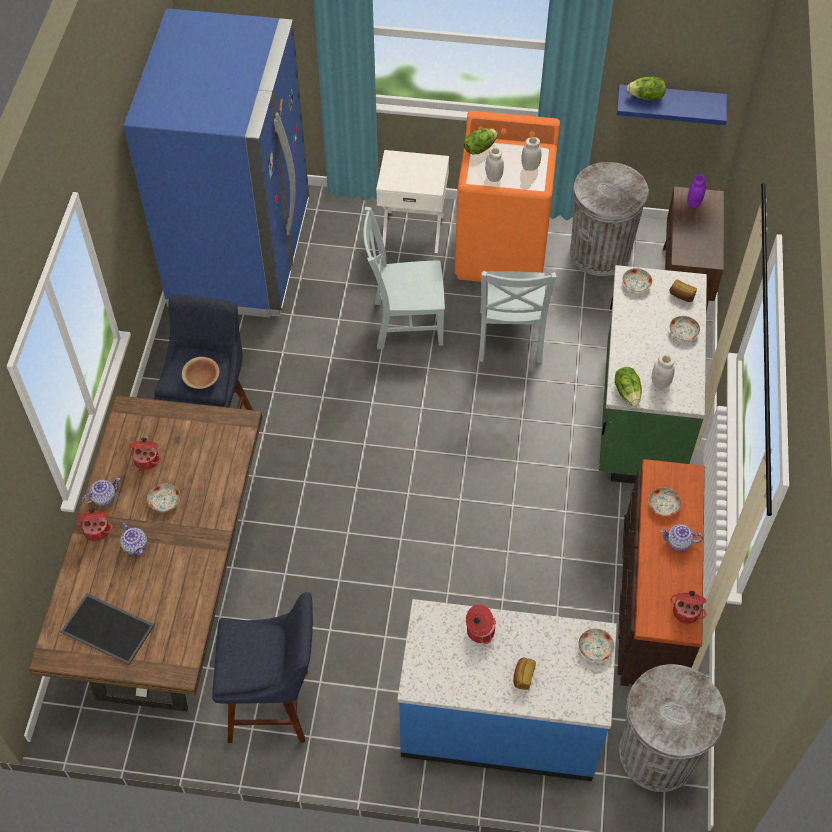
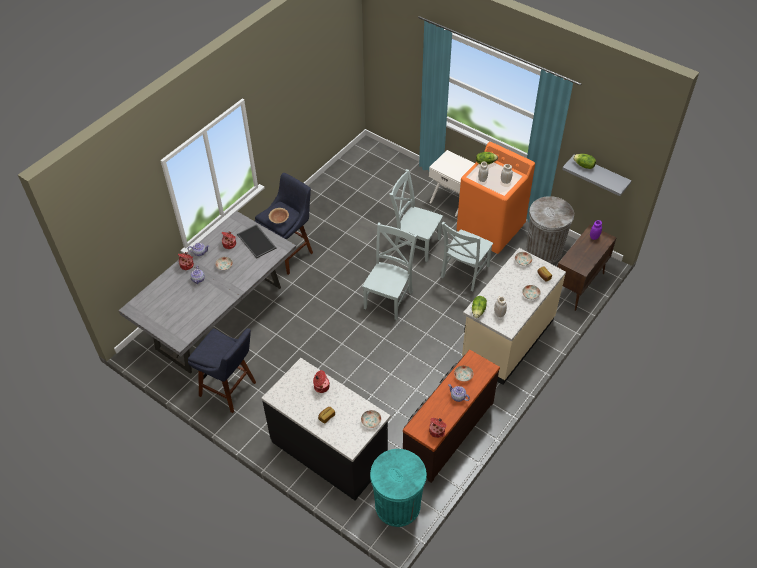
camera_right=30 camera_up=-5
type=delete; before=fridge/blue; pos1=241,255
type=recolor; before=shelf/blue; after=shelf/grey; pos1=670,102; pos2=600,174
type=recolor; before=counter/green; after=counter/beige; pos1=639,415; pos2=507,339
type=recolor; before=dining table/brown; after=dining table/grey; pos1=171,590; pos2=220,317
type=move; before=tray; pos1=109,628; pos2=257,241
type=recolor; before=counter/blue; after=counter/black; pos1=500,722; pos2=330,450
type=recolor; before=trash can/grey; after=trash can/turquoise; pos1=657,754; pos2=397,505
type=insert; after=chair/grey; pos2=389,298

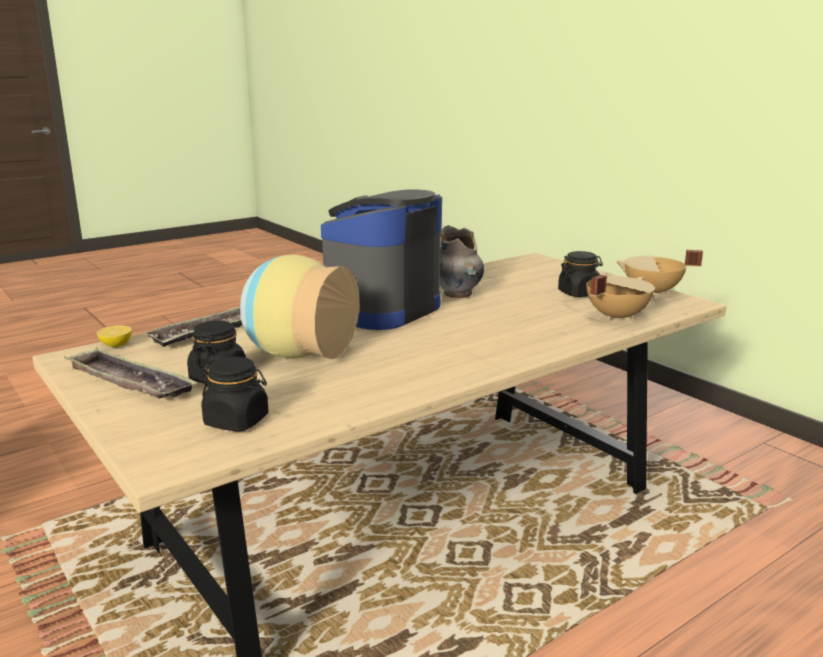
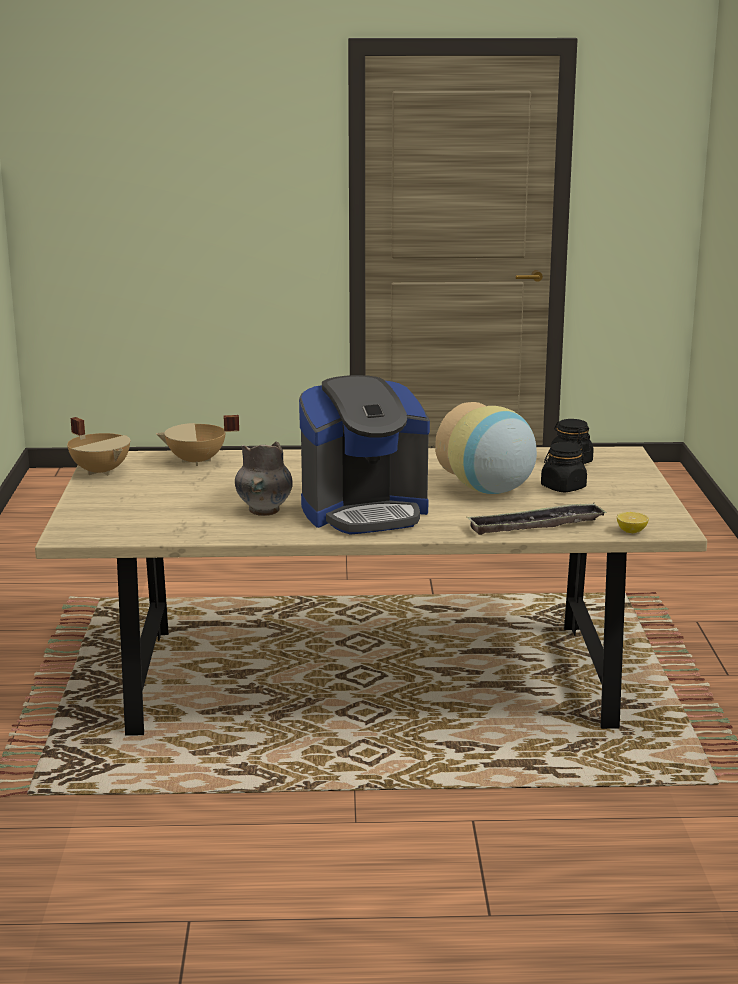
camera_right=-145 camera_up=0
type=delete; before=jar/black; pos1=579,293
type=delete; before=tray; pos1=130,382

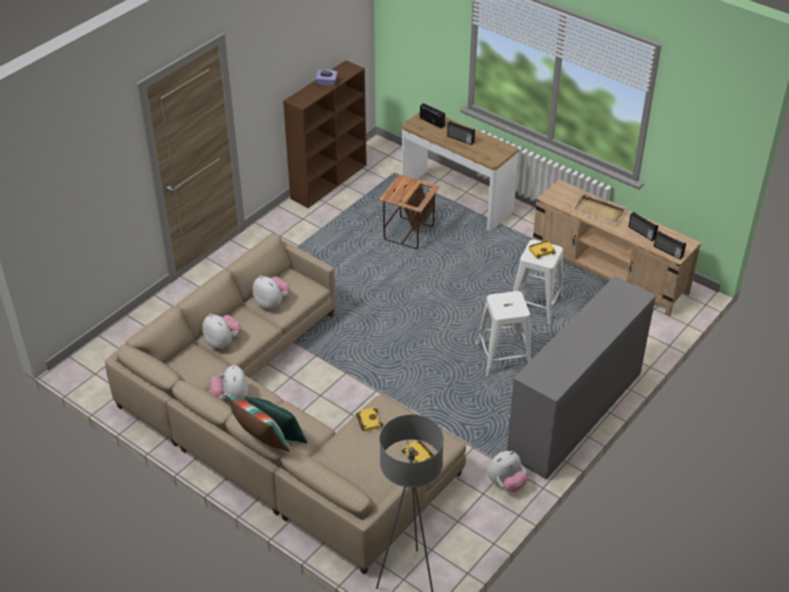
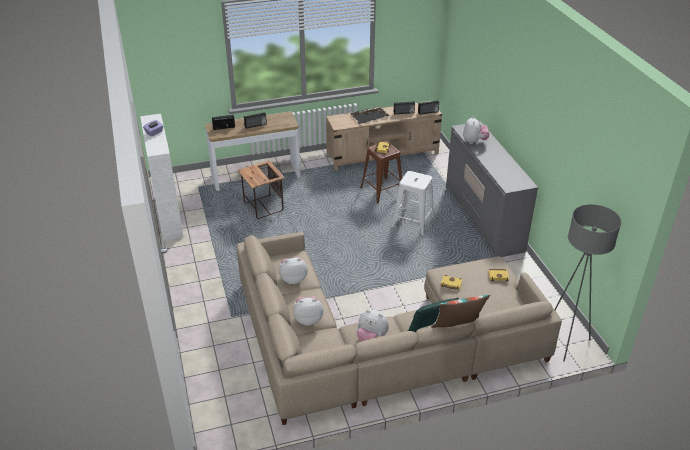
camera_right=-55 camera_up=-5
type=recolor; before=bookcase/brown; after=bookcase/white; pos1=329,181; pos2=168,216
type=recolor; before=tray/beige; after=tray/black; pos1=599,211; pos2=370,116
type=recolor; before=stool/white; after=stool/brown; pos1=535,304; pos2=382,190
type=move; before=plush toy; pos1=506,483; pos2=474,141

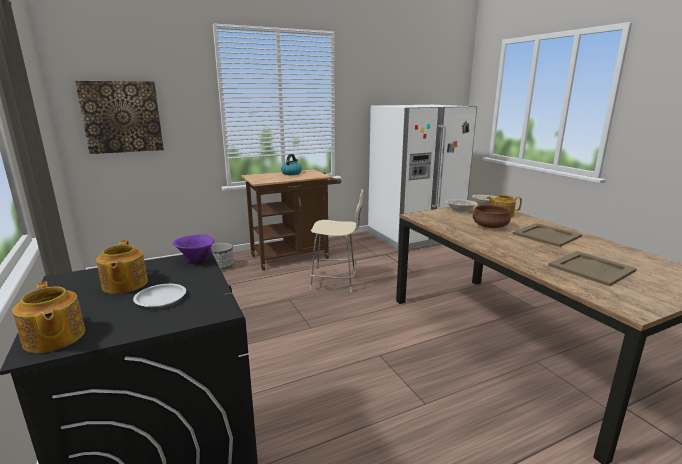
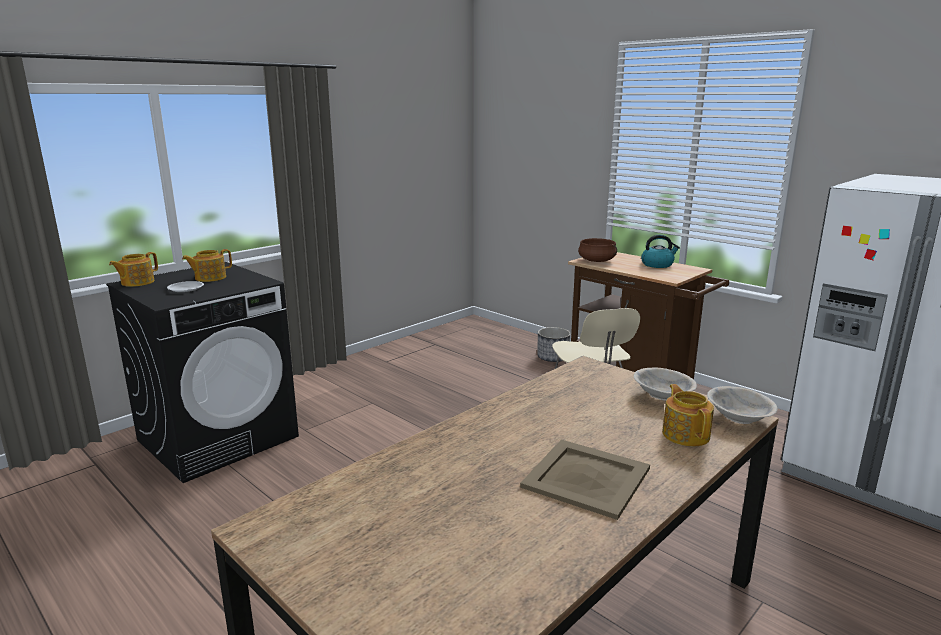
camera_right=70 camera_up=0
type=delete; before=picture; pos1=122,117
type=move; before=cooking pot/brown; pos1=490,226; pos2=597,261
type=delete; before=bowl/purple; pos1=195,260
type=delete; before=tray/beige; pos1=591,268

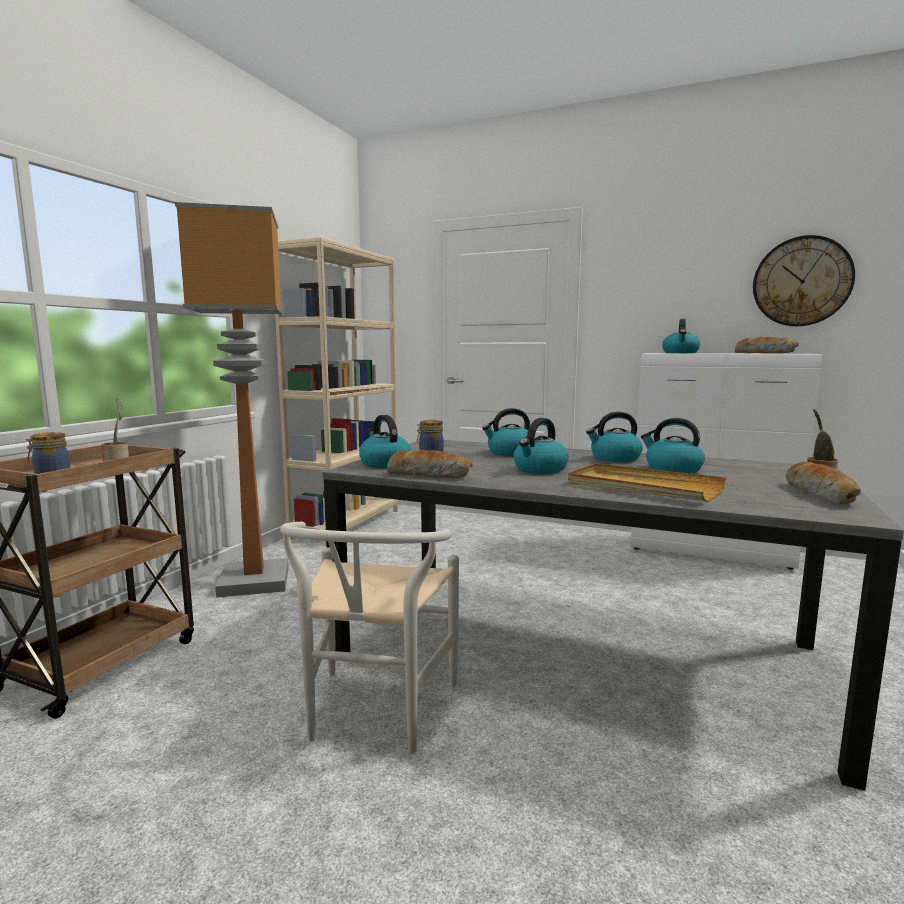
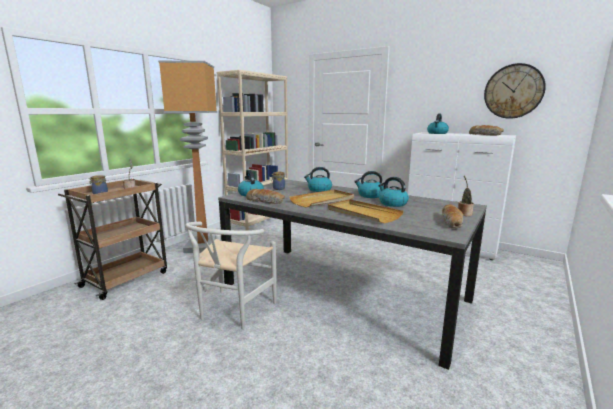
camera_right=10 camera_up=5
type=replace; before=kettle; after=tray/beige; pos1=540,469; pos2=323,200

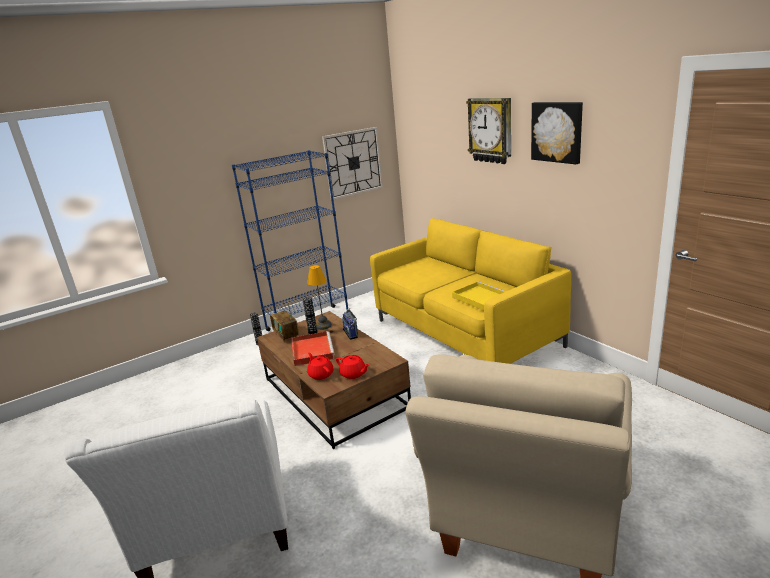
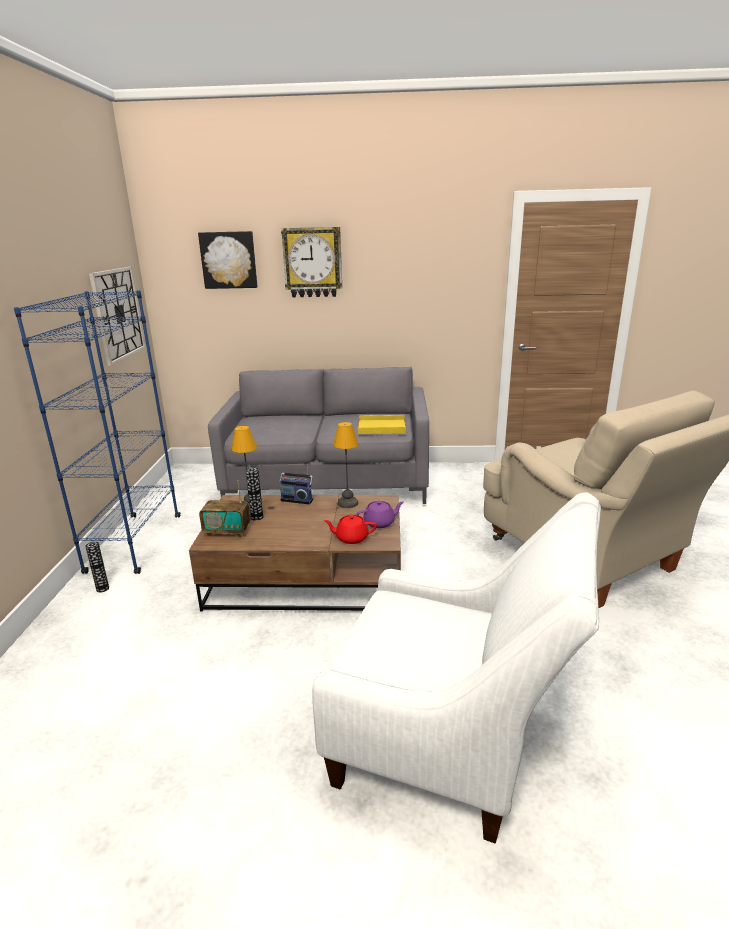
camera_right=-55 camera_up=0
type=move; before=picture; pos1=557,132; pos2=229,260
type=recolor; before=sofa/yellow; after=sofa/grey; pos1=464,334; pos2=328,484
type=delete; before=tray/red; pos1=312,350
type=recolor; before=teapot/red; after=teapot/purple; pos1=353,374; pos2=380,523
type=insert; after=table lamp; pos2=348,503

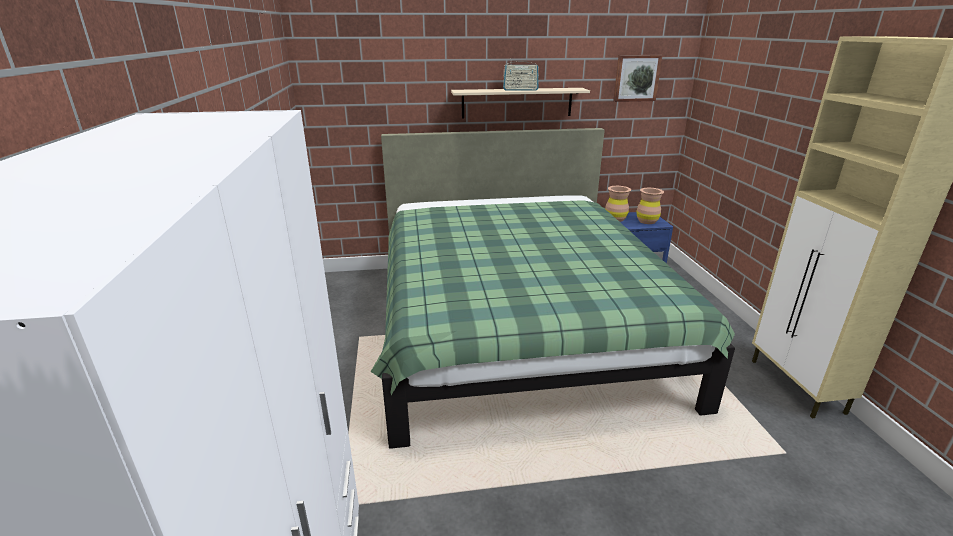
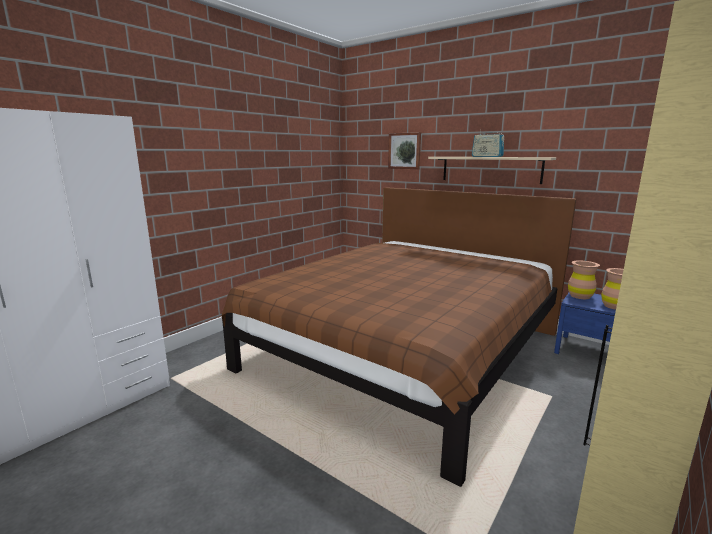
camera_right=45 camera_up=-10
type=move; before=picture; pos1=636,78; pos2=404,151
type=recolor; before=bed/green; after=bed/brown; pos1=517,326; pos2=404,350

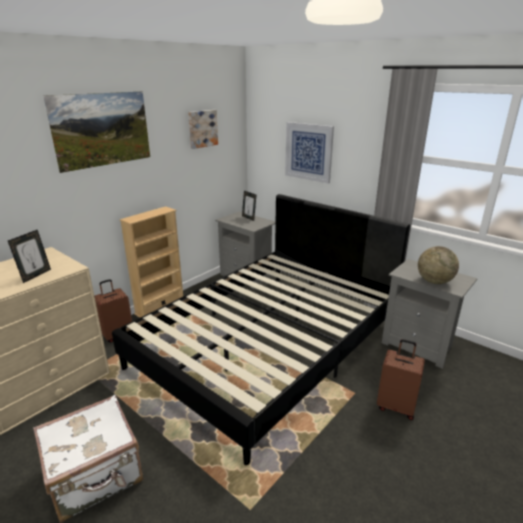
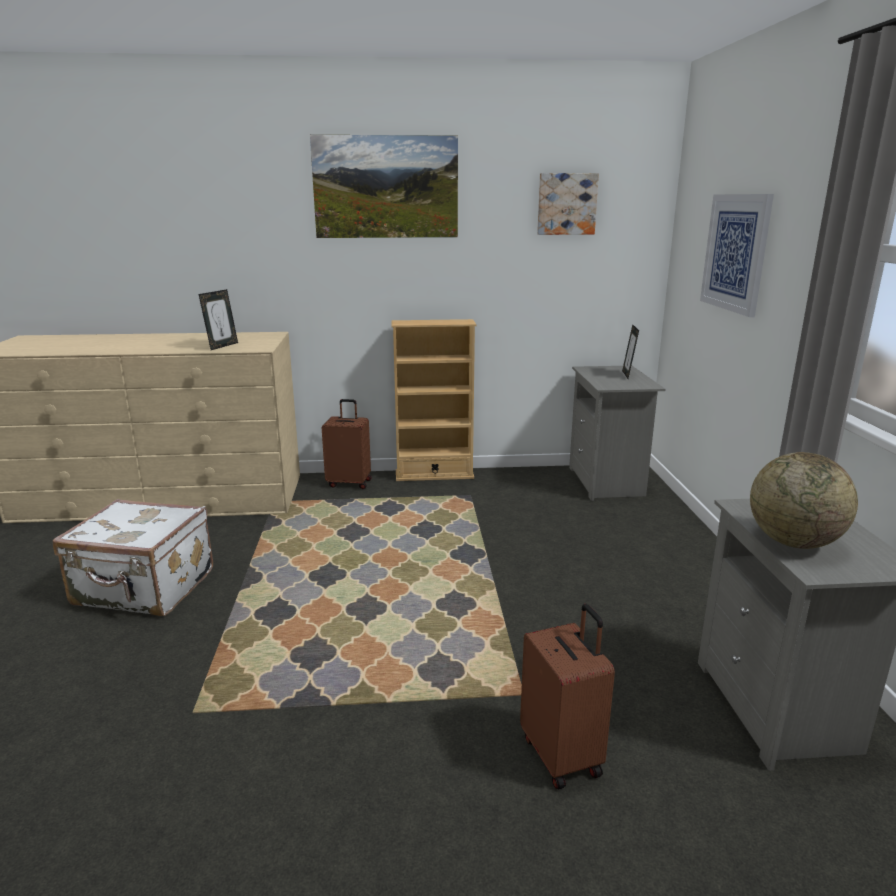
camera_right=45 camera_up=-5
type=delete; before=bed/black; pos1=268,344
type=rotate; before=picture frame; pos1=35,275; pos2=222,346; turn=-45

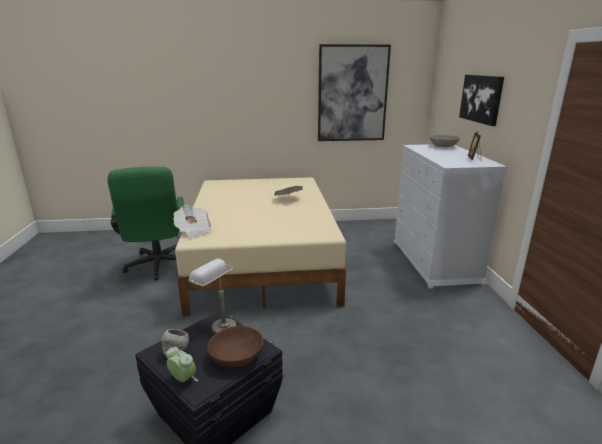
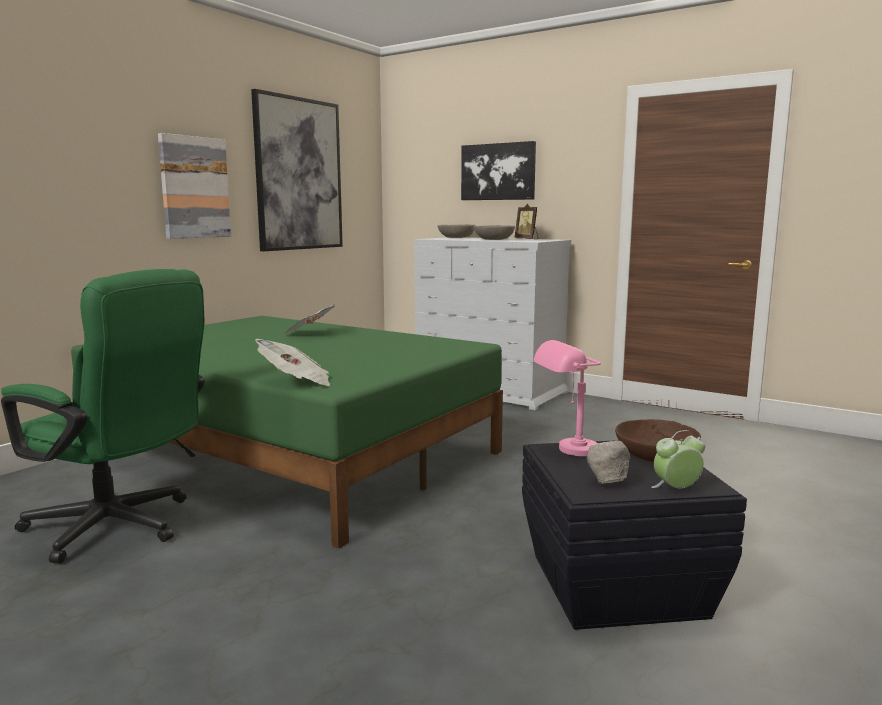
camera_right=-50 camera_up=-10
type=recolor; before=bed/beige; after=bed/green; pos1=263,259; pos2=292,452
type=recolor; before=table lamp/grey; after=table lamp/pink; pos1=217,325; pos2=566,451
type=insert; after=picture; pos2=194,187
type=insert; after=bowl/grey; pos2=493,239

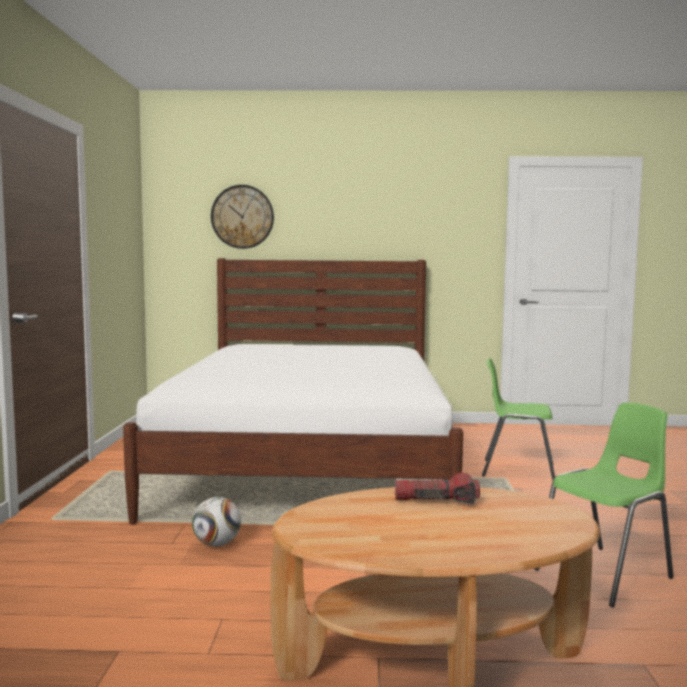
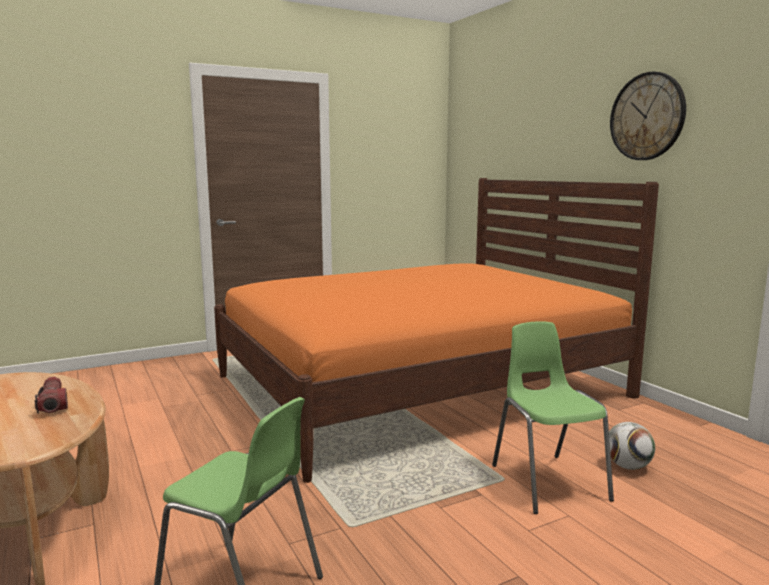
camera_right=60 camera_up=5
type=move; before=wall clock; pos1=242,217; pos2=647,116
type=recolor; before=bed/white; after=bed/orange; pos1=310,461; pos2=418,386
type=move; before=football; pos1=217,544; pos2=628,466

